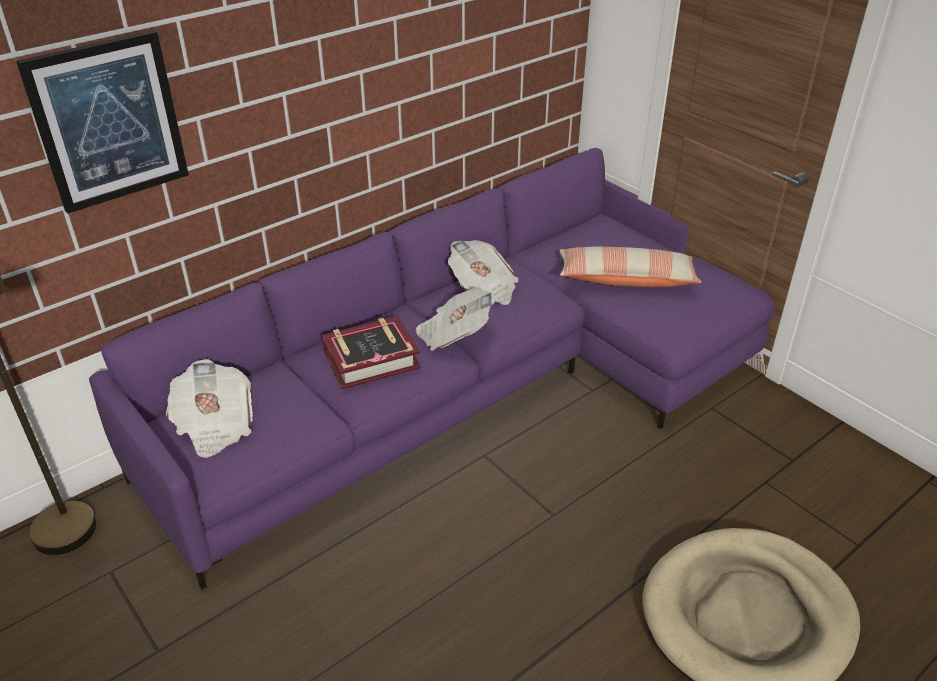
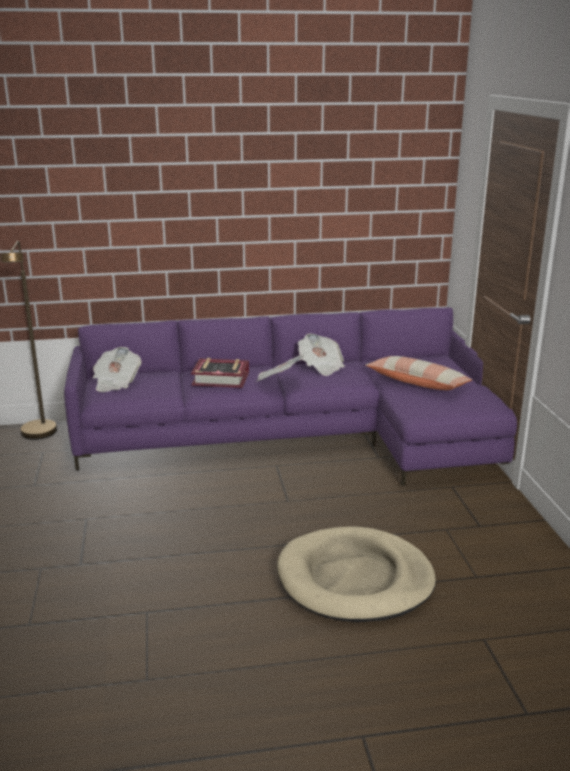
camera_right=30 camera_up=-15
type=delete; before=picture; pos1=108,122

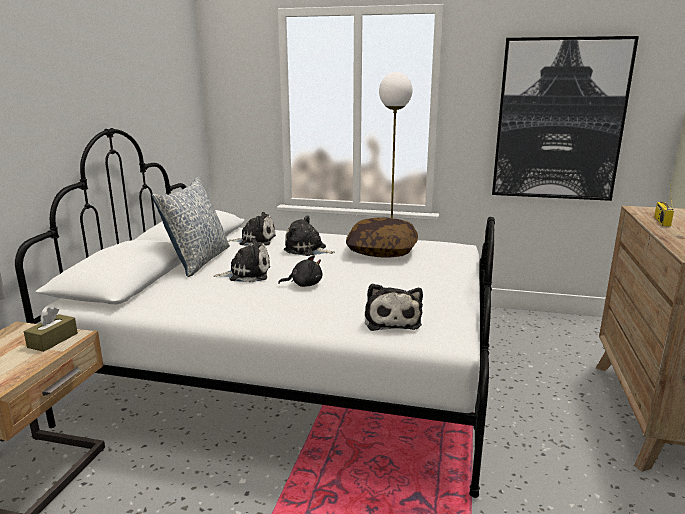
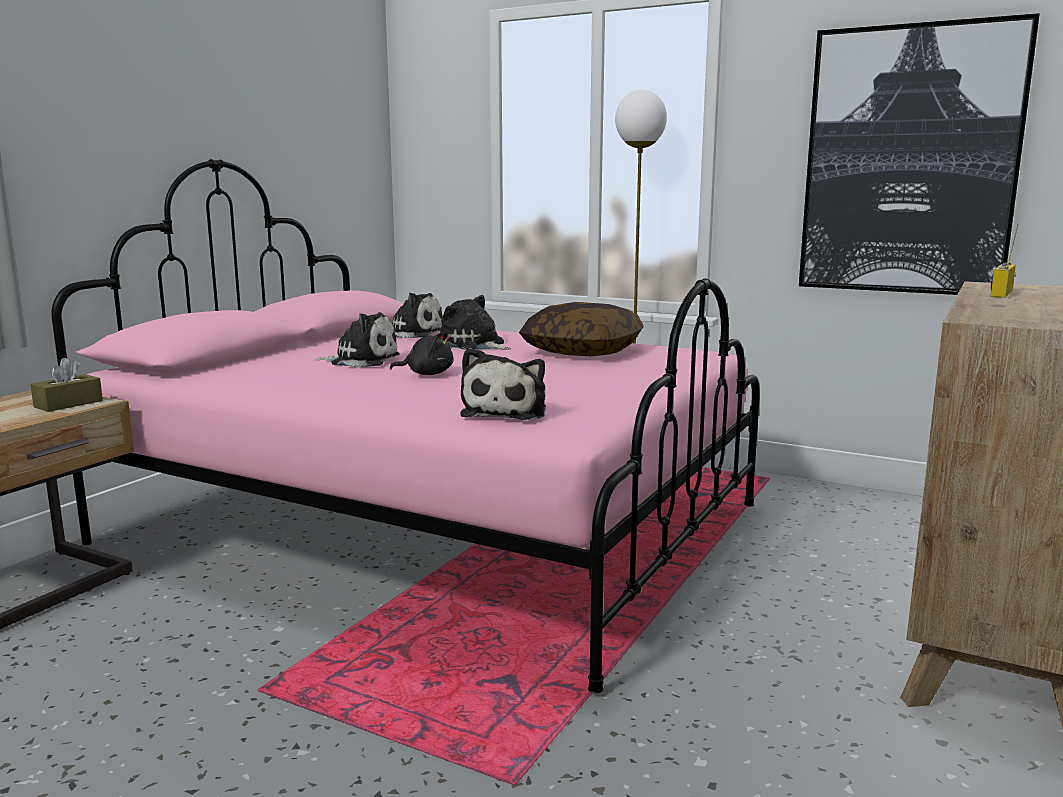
camera_right=15 camera_up=-5
type=recolor; before=bed/white; after=bed/pink; pos1=296,372; pos2=435,524
type=delete; before=pillow; pos1=198,261

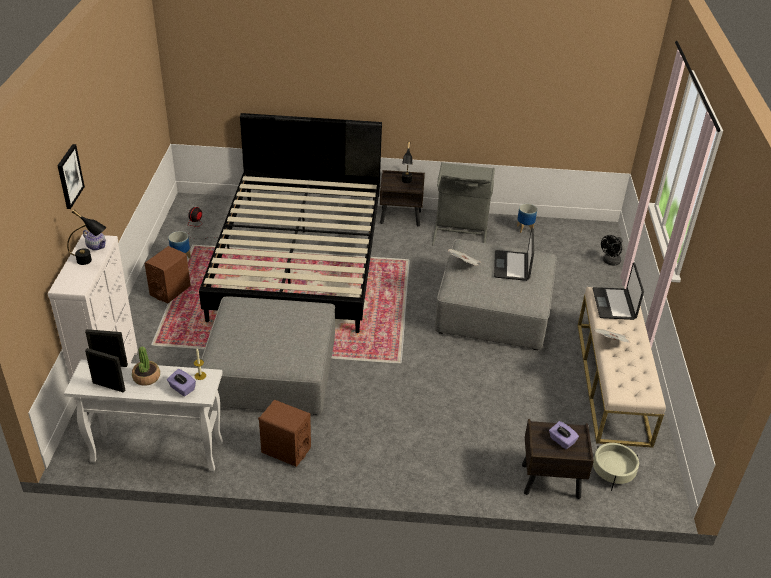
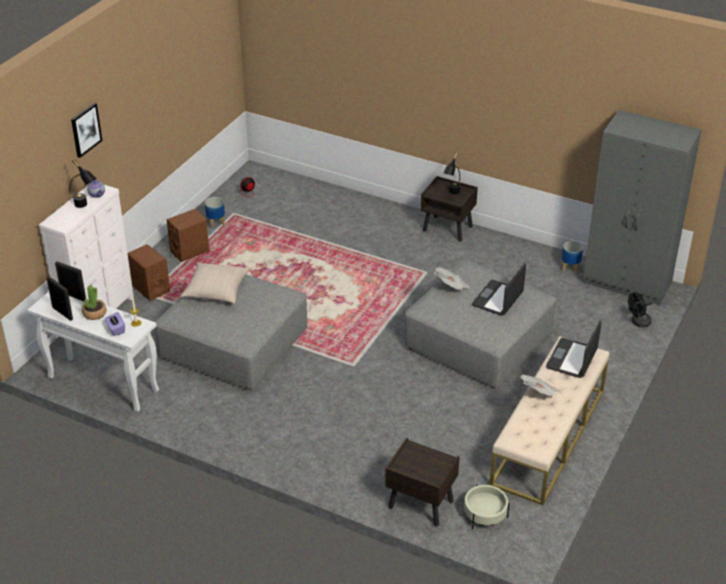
camera_right=25 camera_up=0
type=delete; before=bed/black; pos1=299,259
type=delete; before=laundry basket/grey; pos1=460,233
type=move; before=speaker/brown; pos1=286,450; pos2=150,288
type=delete; before=tissue box/purple; pos1=561,441
type=insert; after=wardrobe/grey; pos2=627,283
type=insert; after=pillow/beige; pos2=216,291

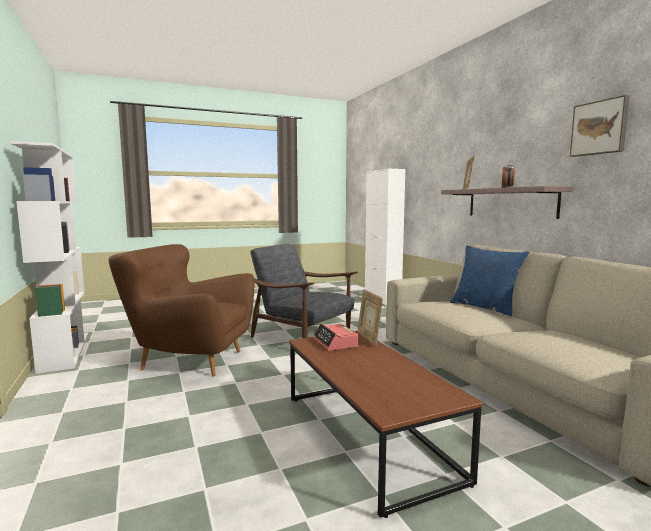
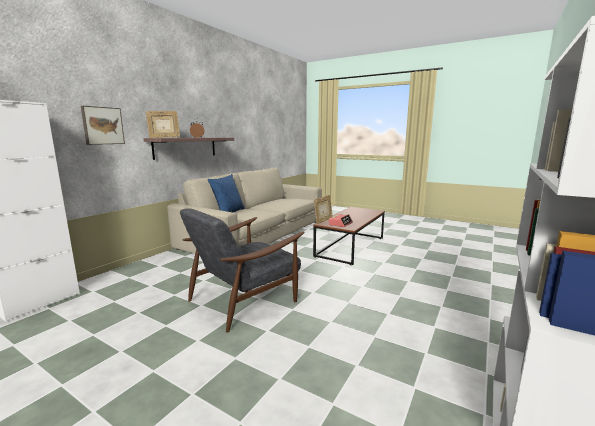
camera_right=-125 camera_up=5
type=move; before=picture; pos1=599,128; pos2=102,125
type=delete; before=armchair/brown; pos1=189,360
type=rotate; before=armchair/grey; pos1=303,336; pos2=245,299; turn=45

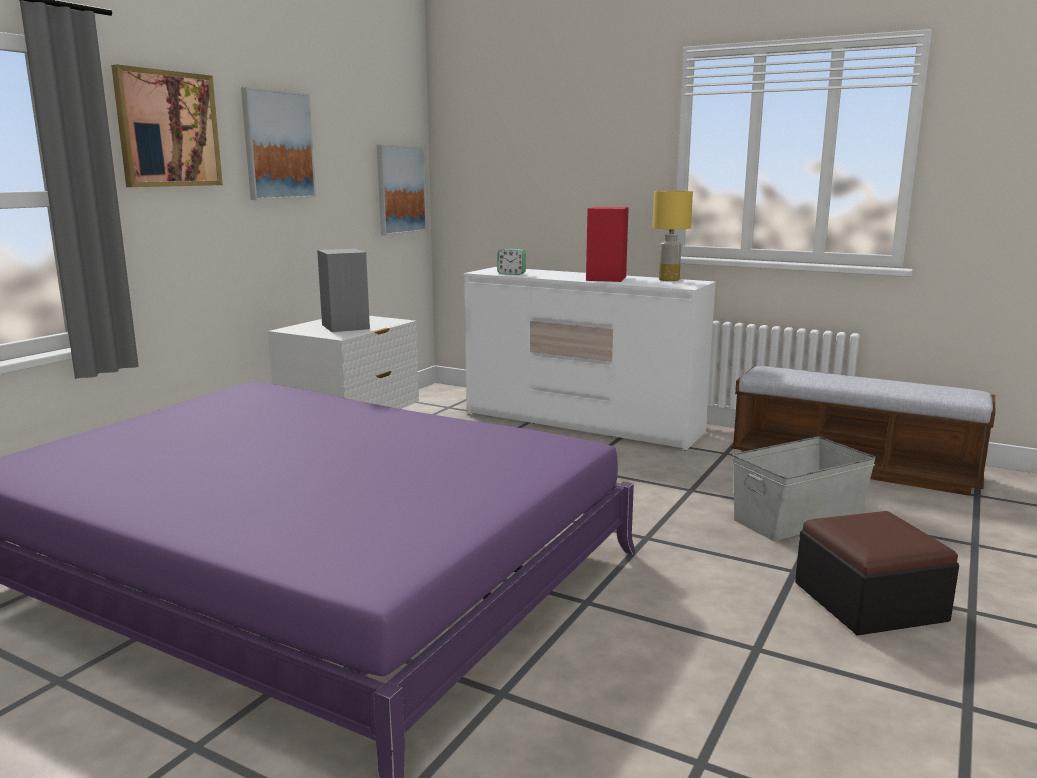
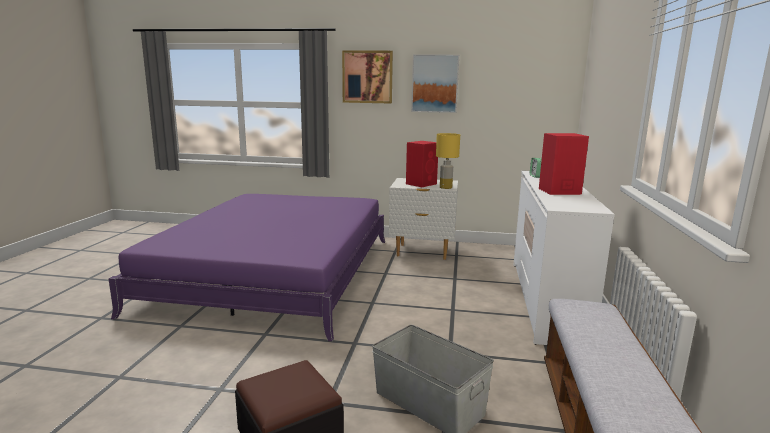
camera_right=70 camera_up=0
type=delete; before=picture; pos1=400,189
type=move; before=table lamp/yellow; pos1=669,280; pos2=446,187
type=recolor; before=speaker/grey; after=speaker/red; pos1=345,326; pos2=421,184

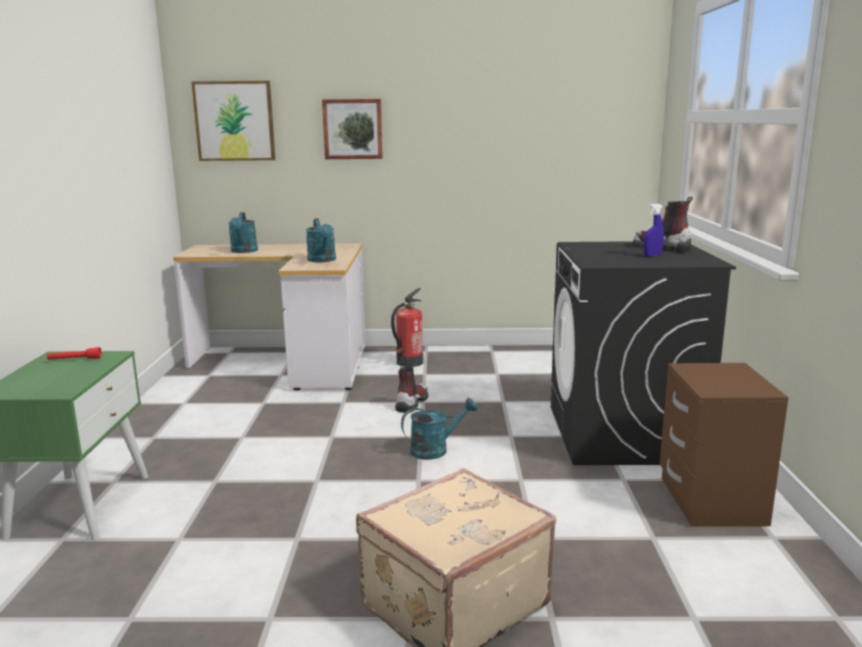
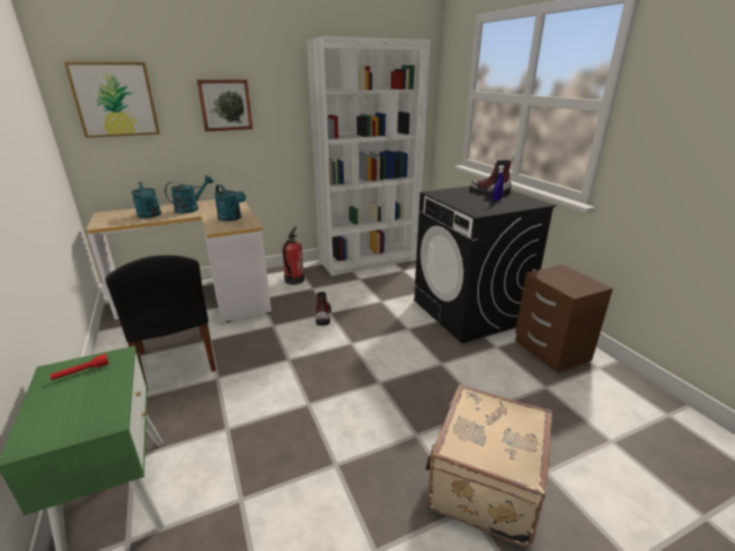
camera_right=-25 camera_up=10
type=move; before=watering can/turquoise; pos1=435,450; pos2=191,209
type=insert; after=bookcase/white; pos2=368,260
type=insert; after=chair/black; pos2=177,363

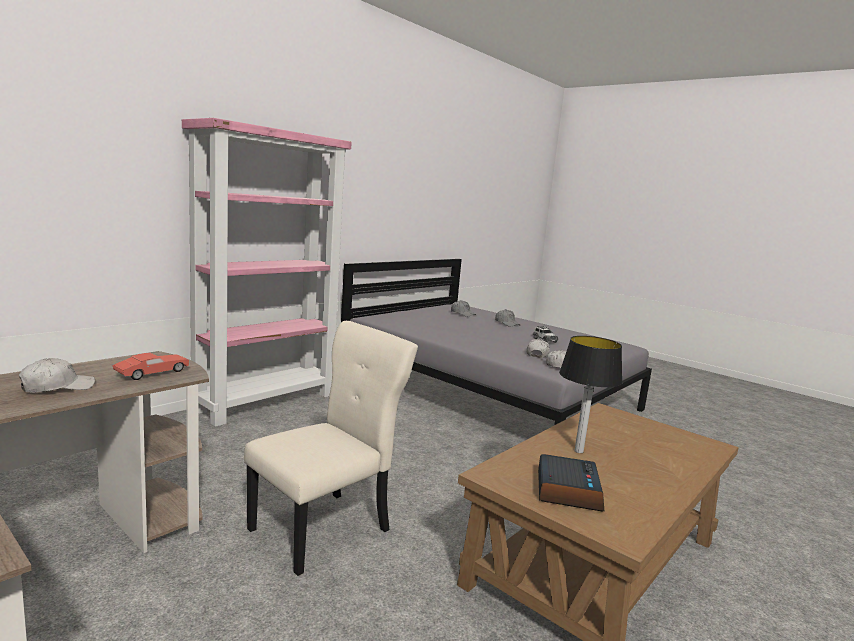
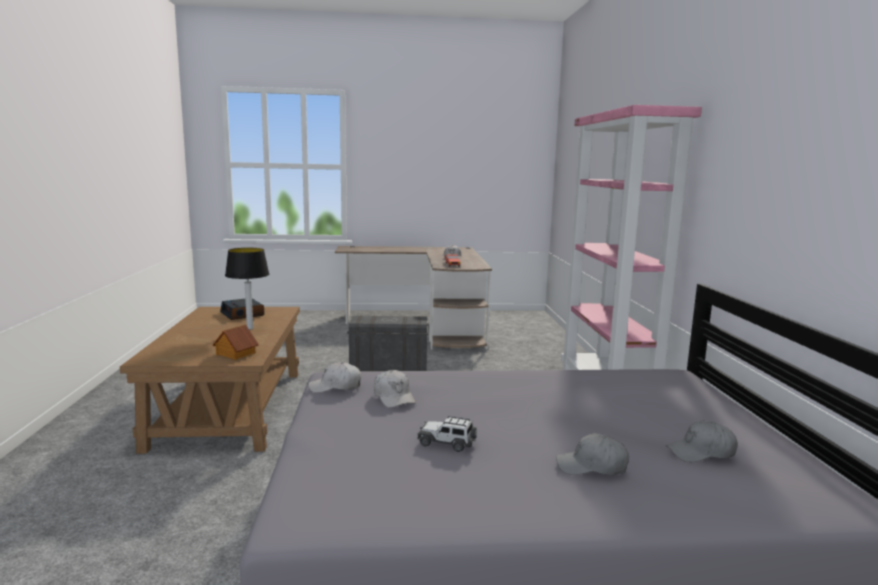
camera_right=135 camera_up=0
type=replace; before=chair/beige; after=storage box/grey; pos1=325,528; pos2=388,367
type=insert; after=toy house; pos2=235,354

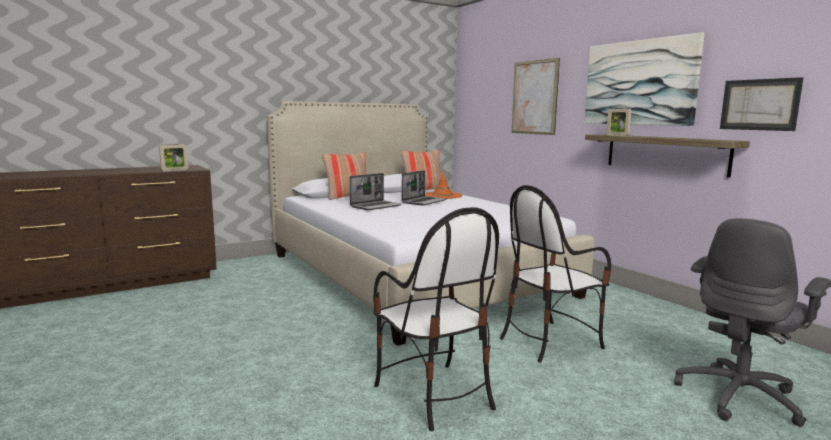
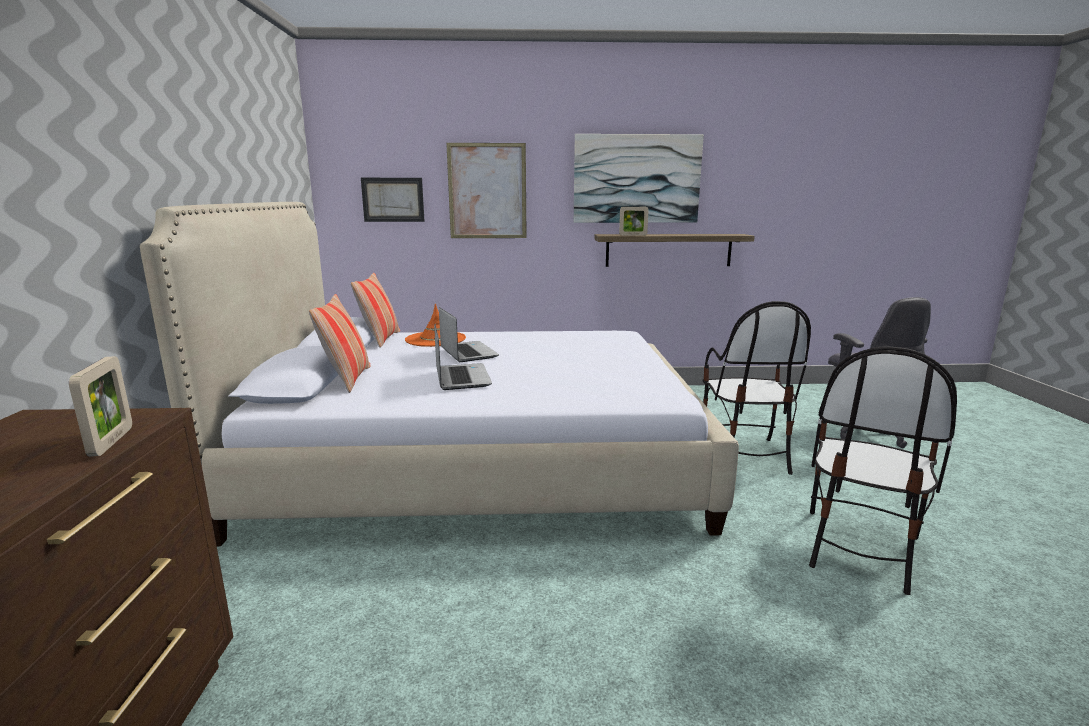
camera_right=-60 camera_up=5
type=move; before=picture; pos1=759,104; pos2=393,199
type=rotate; before=chair; pos1=434,395; pos2=858,548; turn=120

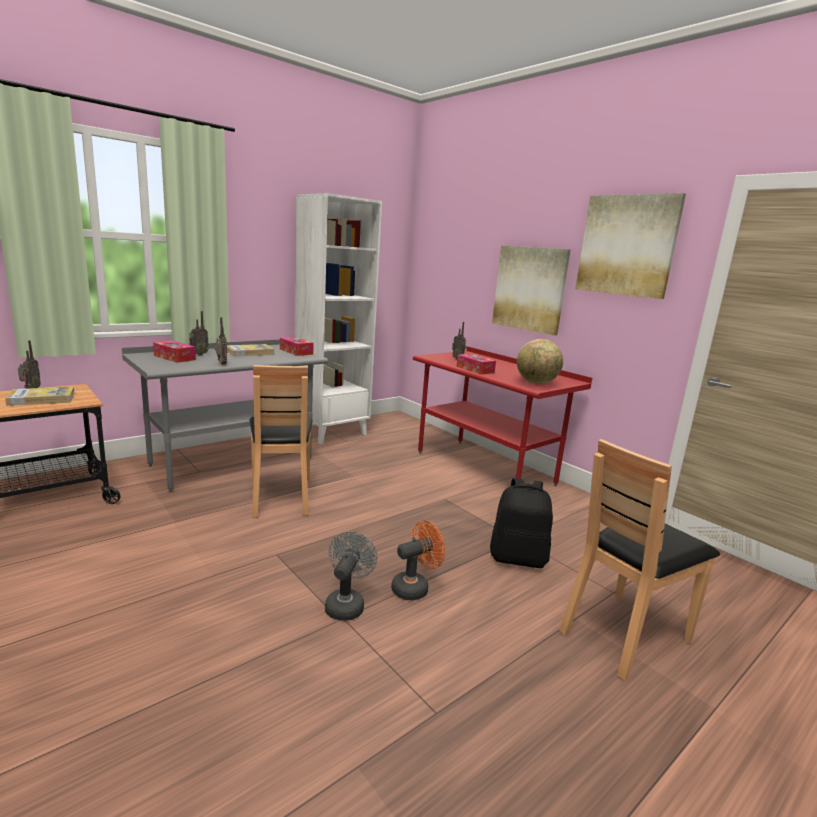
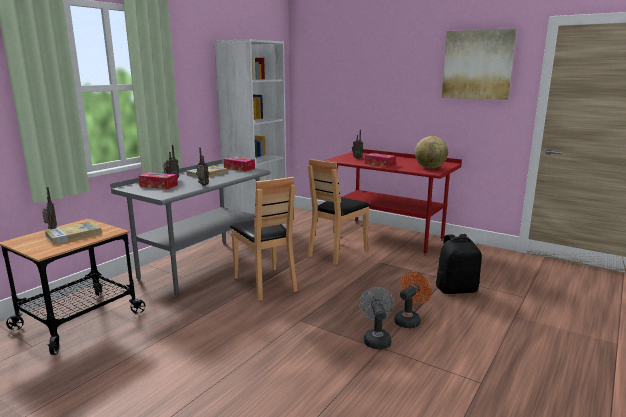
camera_right=-15 camera_up=0
type=delete; before=picture; pos1=529,289
type=move; before=chair/brown; pos1=624,634; pos2=337,252

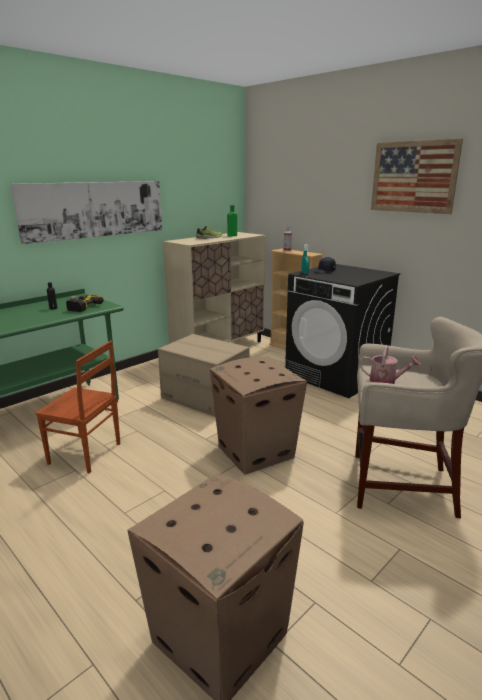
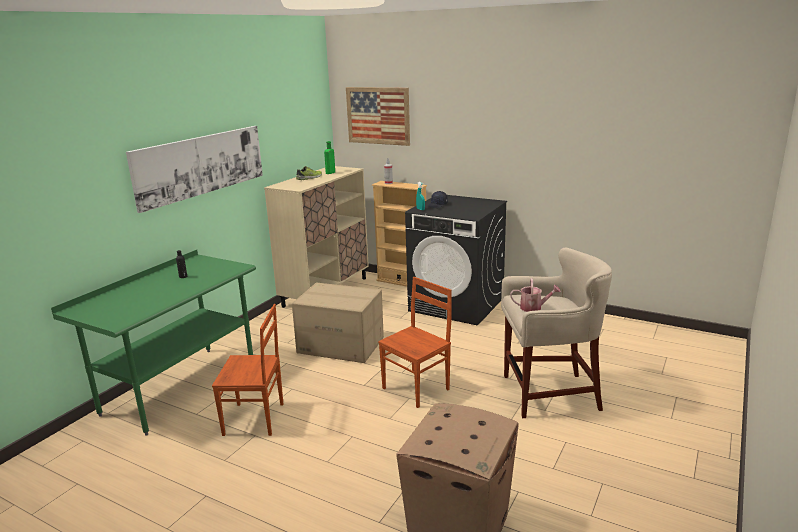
camera_right=-15 camera_up=0
type=move; before=picture; pos1=413,177; pos2=378,115
type=delete; before=power drill; pos1=79,307
type=replace; before=cardboard box; after=chair/brown; pos1=256,452; pos2=417,388

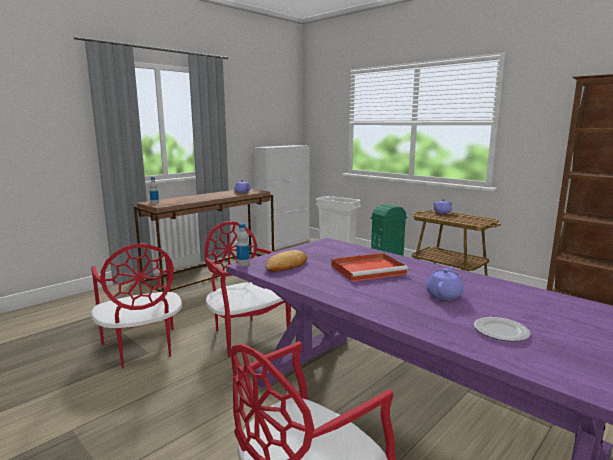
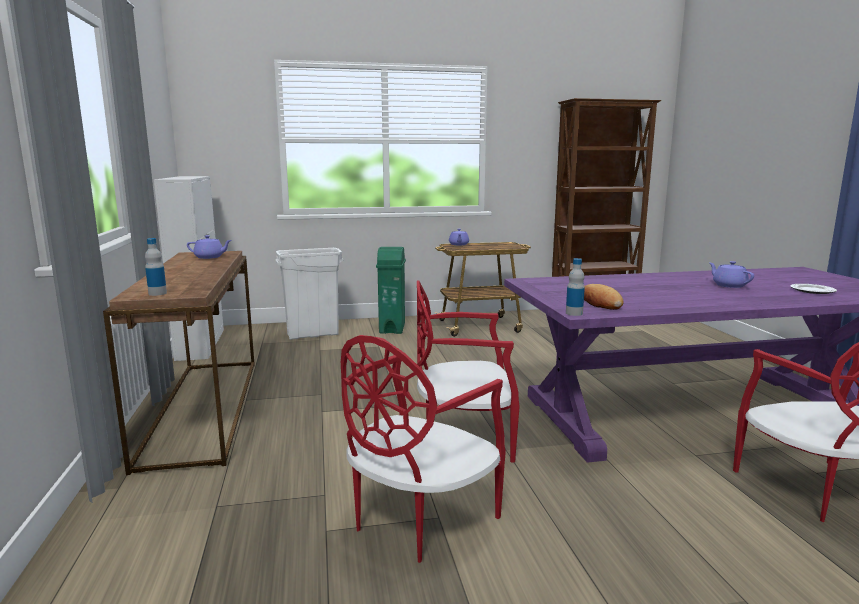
camera_right=-55 camera_up=0
type=rotate; before=chair/red; pos1=142,349; pos2=418,520; turn=120
type=delete; before=tray/red; pos1=369,269

